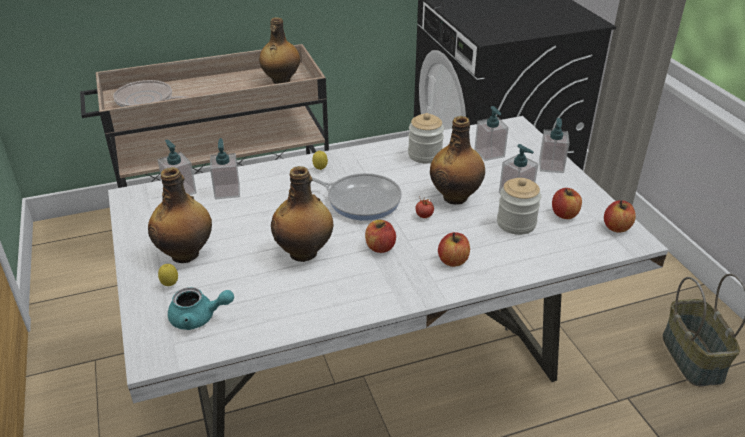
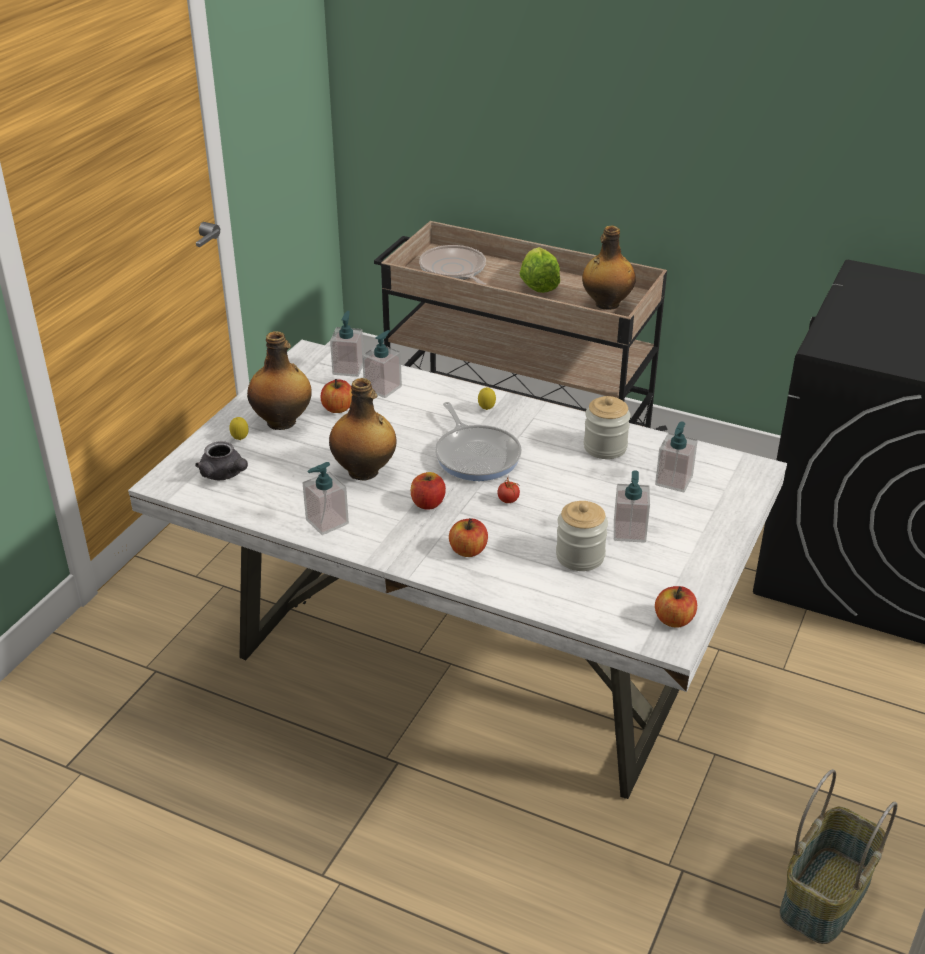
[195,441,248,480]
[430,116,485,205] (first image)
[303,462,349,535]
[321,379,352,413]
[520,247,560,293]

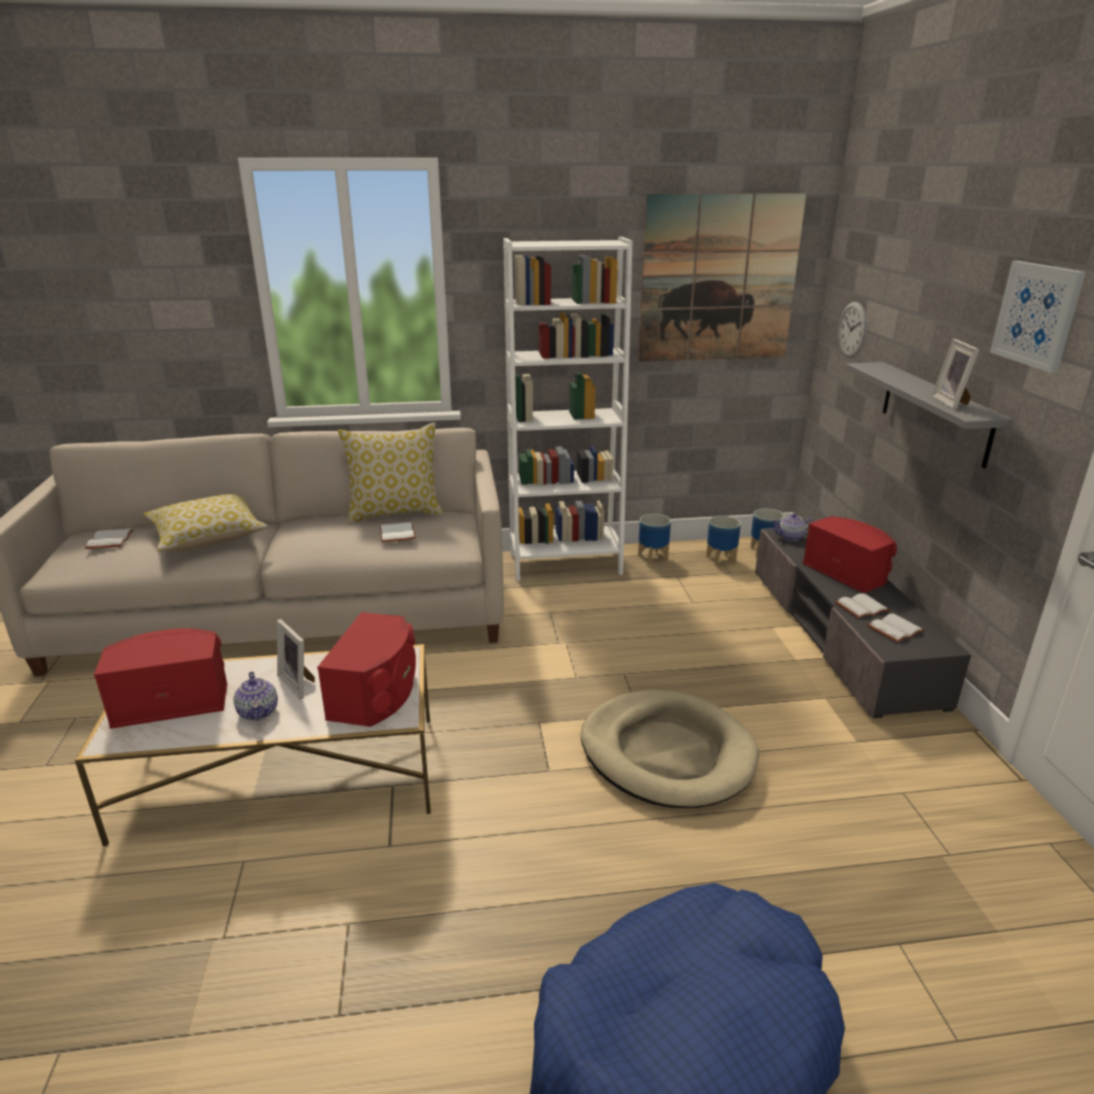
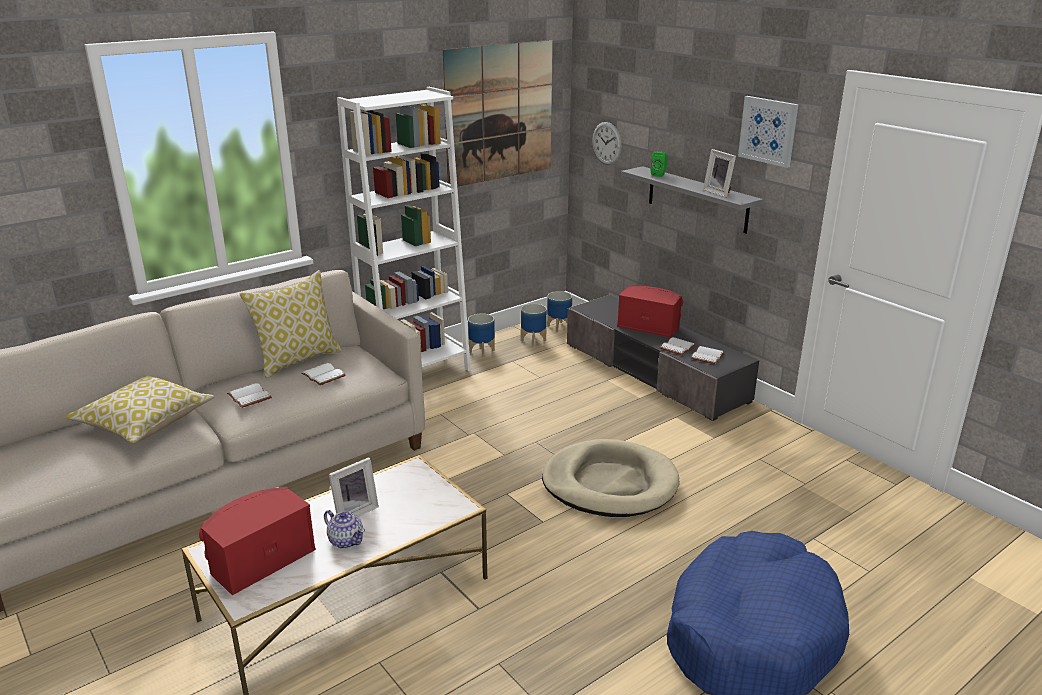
[227,383,272,408]
[329,457,379,517]
[317,612,416,727] (first image)
[772,513,814,541] (first image)
[650,151,668,177]

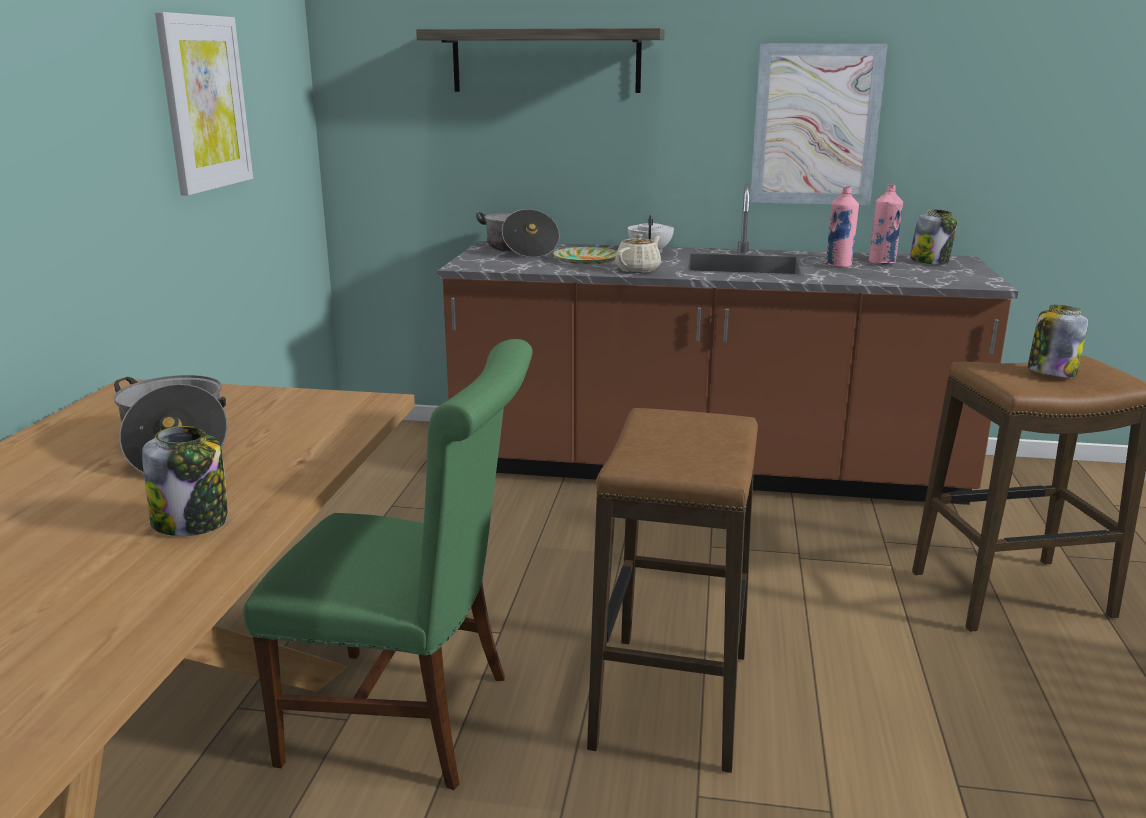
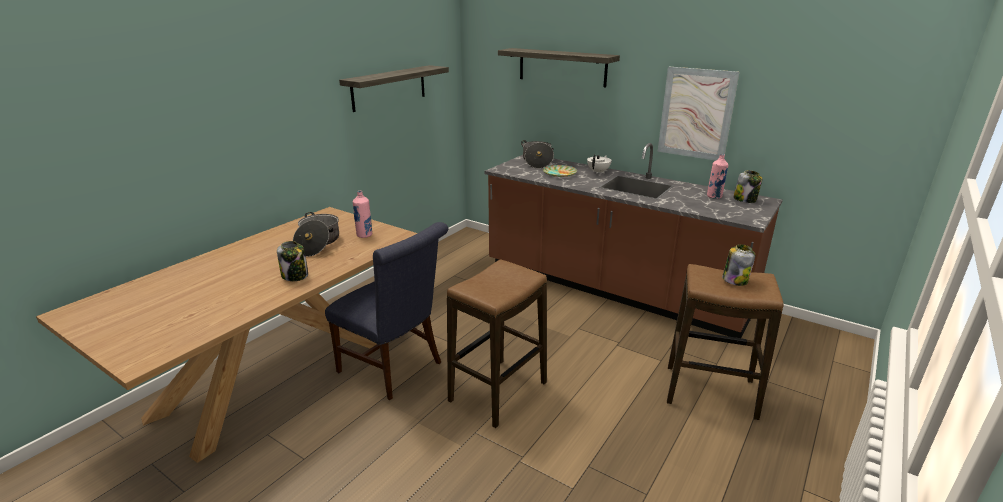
[339,65,449,112]
[325,222,448,400]
[615,234,661,273] (first image)
[353,191,372,238]

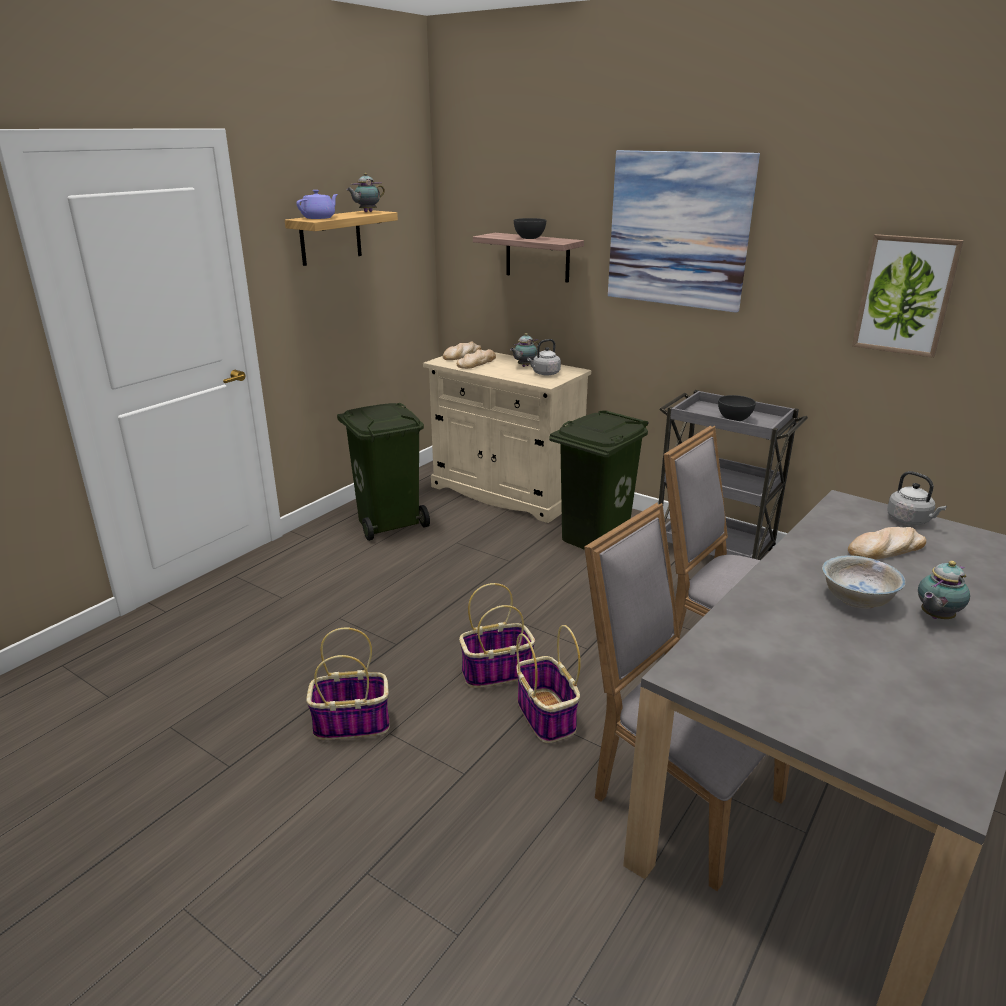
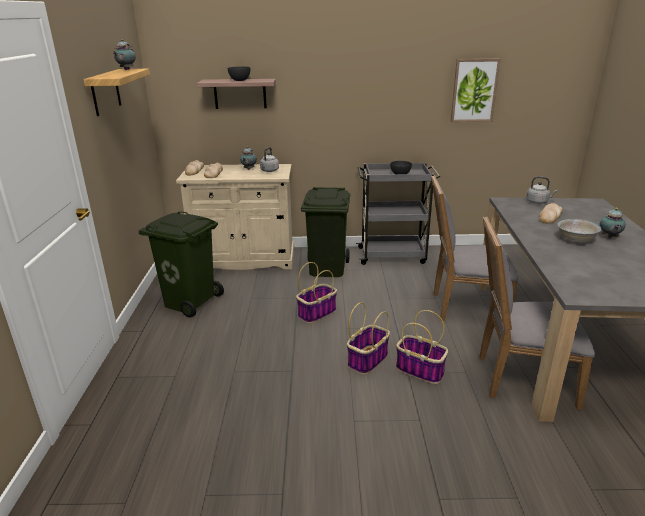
[296,190,338,219] (first image)
[296,262,337,323]
[608,150,760,313] (first image)

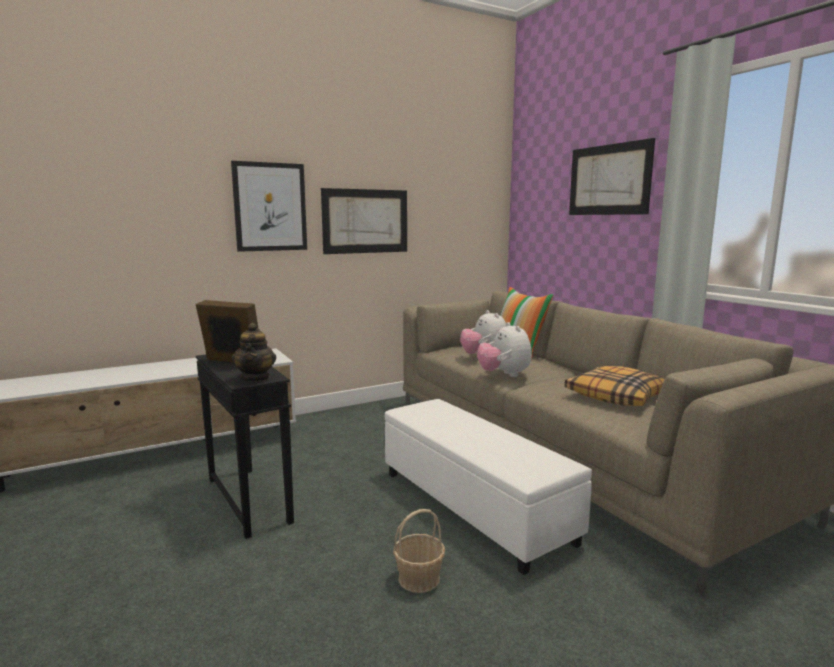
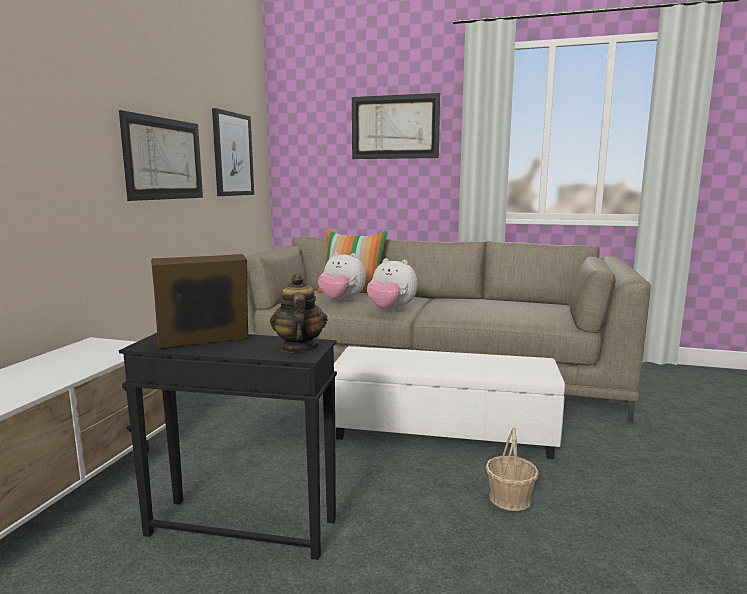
[212,108,254,196]
[270,274,328,353]
[565,366,665,406] (first image)

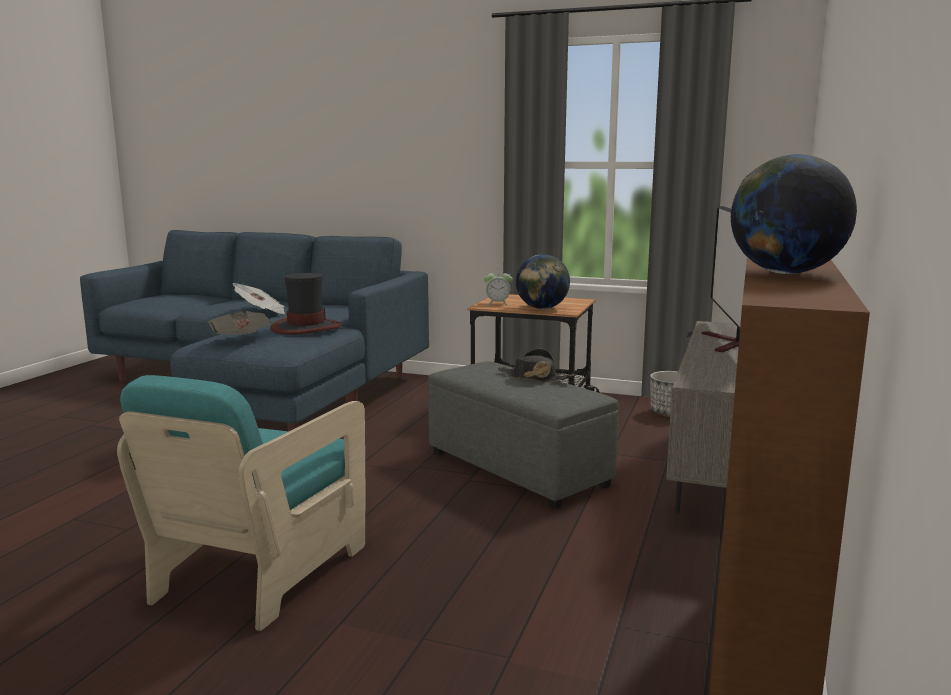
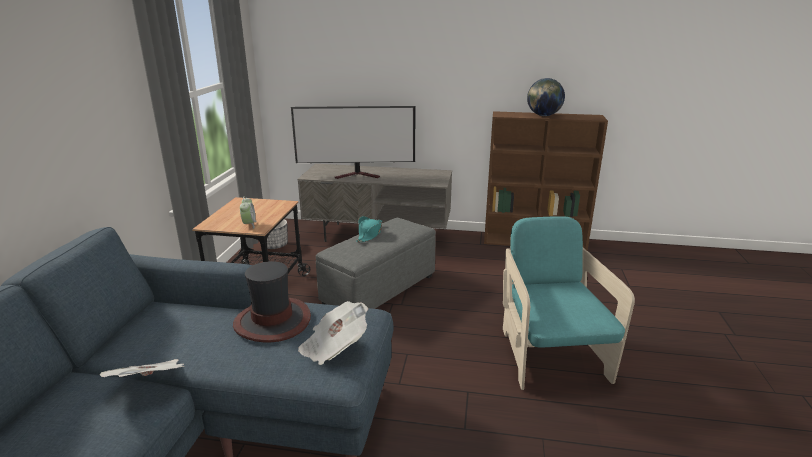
[503,216,635,390]
[356,216,382,242]
[516,254,570,309] (first image)

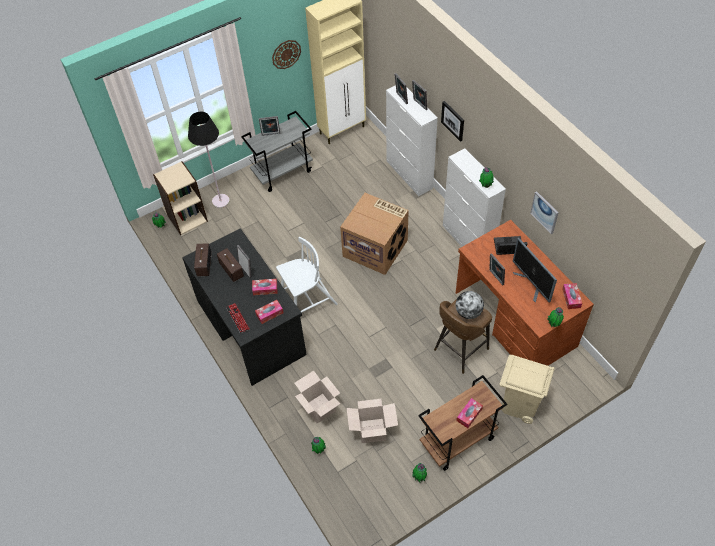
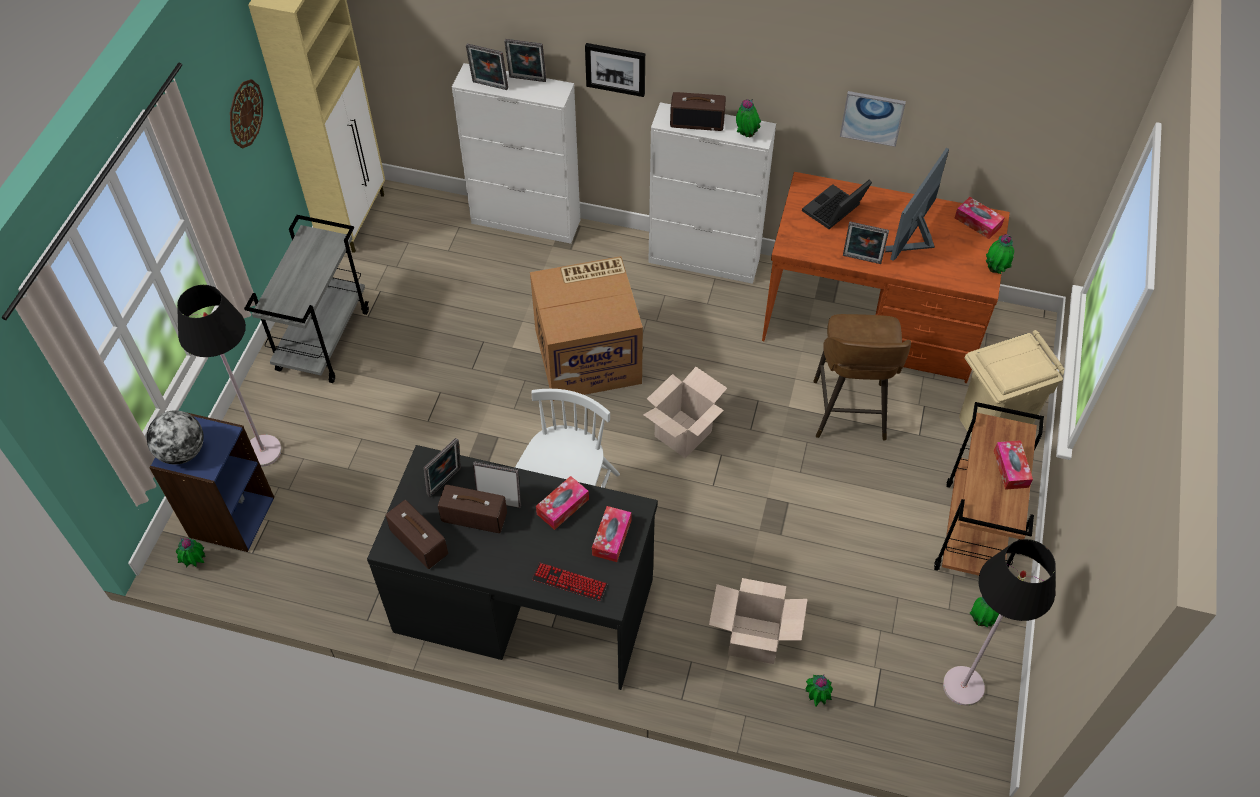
[149,412,274,552]
[424,438,461,497]
[643,367,727,458]
[147,410,204,465]
[885,148,949,260]
[670,92,726,131]
[943,539,1056,706]

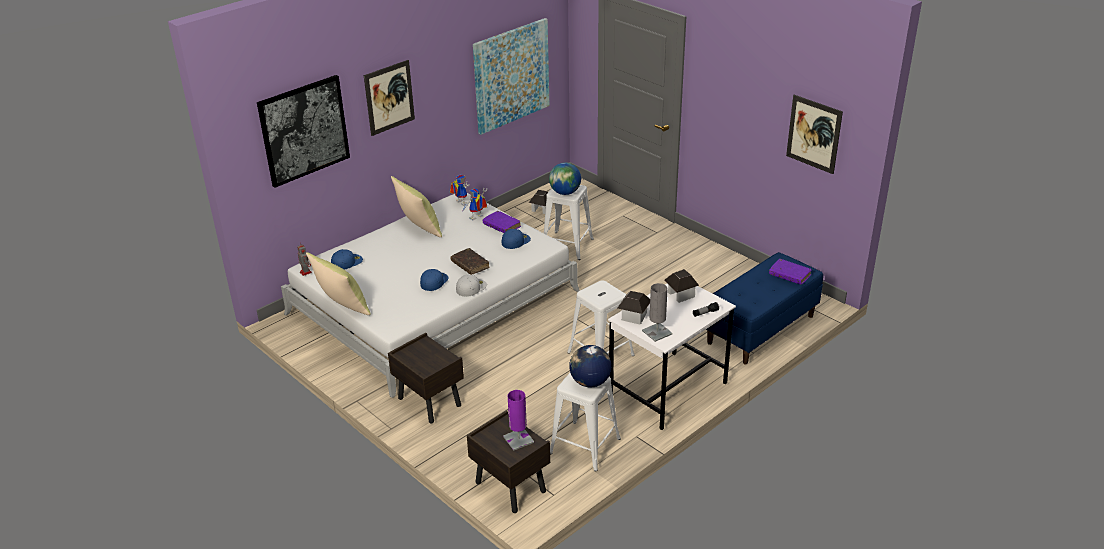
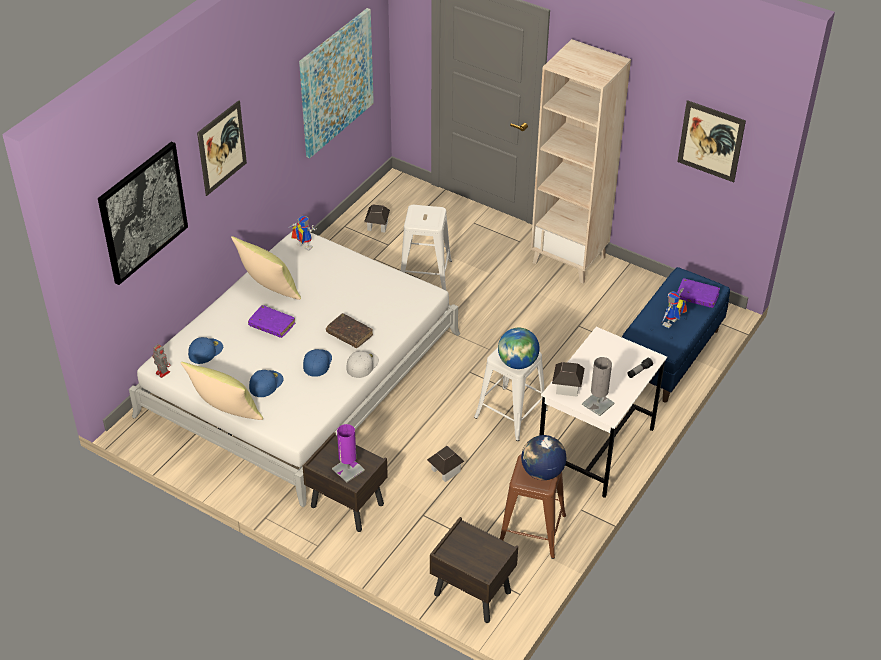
[661,288,687,328]
[248,305,295,338]
[249,370,284,397]
[332,424,365,482]
[498,328,540,369]
[500,454,566,559]
[427,446,464,482]
[531,39,631,283]

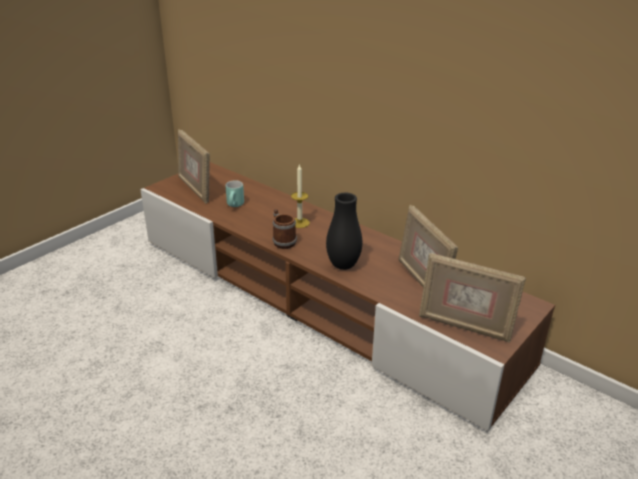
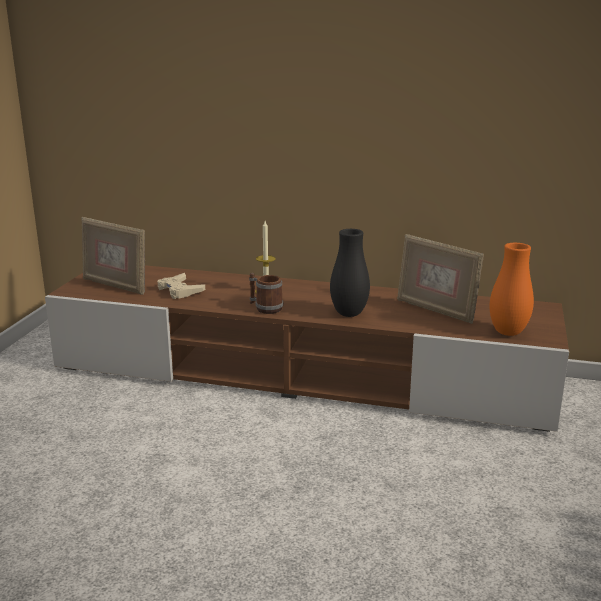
[158,273,205,299]
[490,243,534,336]

